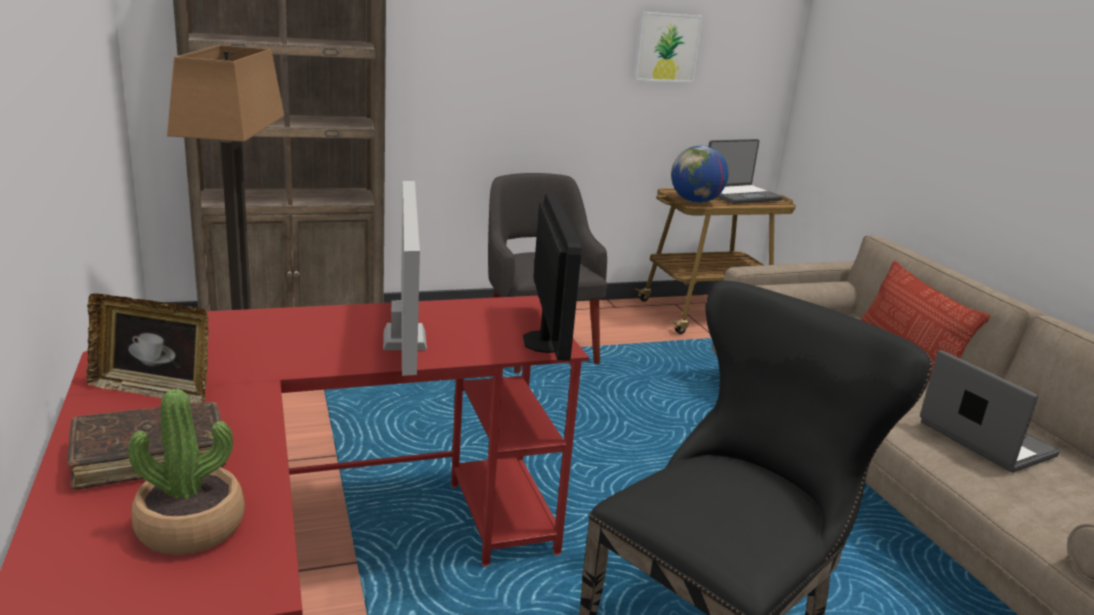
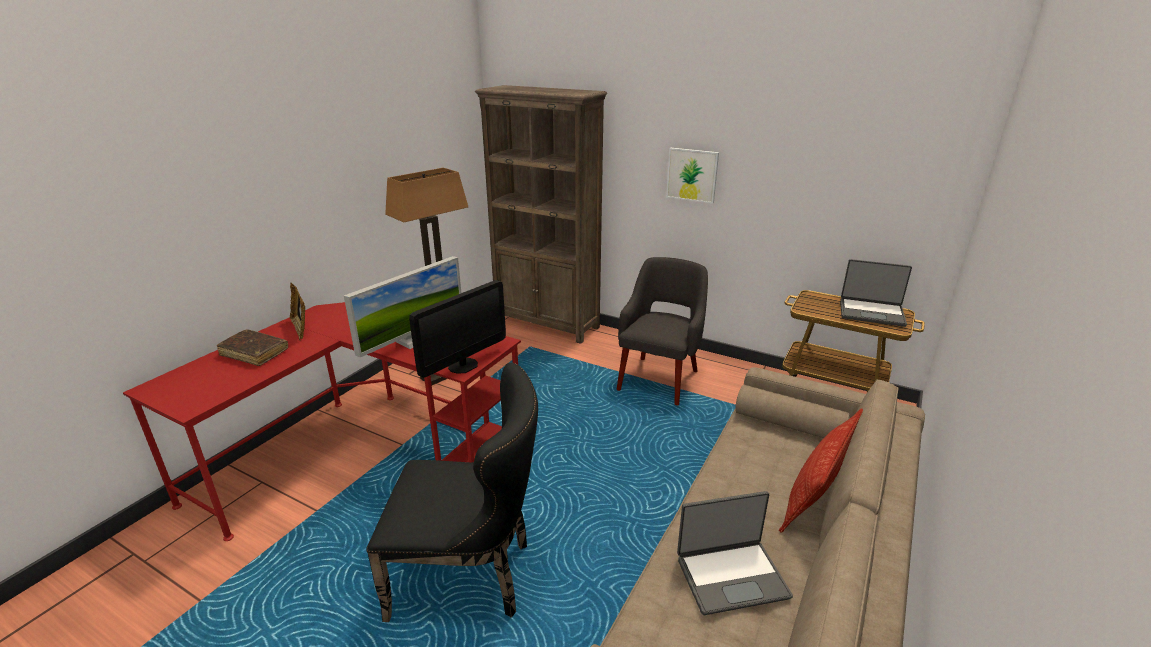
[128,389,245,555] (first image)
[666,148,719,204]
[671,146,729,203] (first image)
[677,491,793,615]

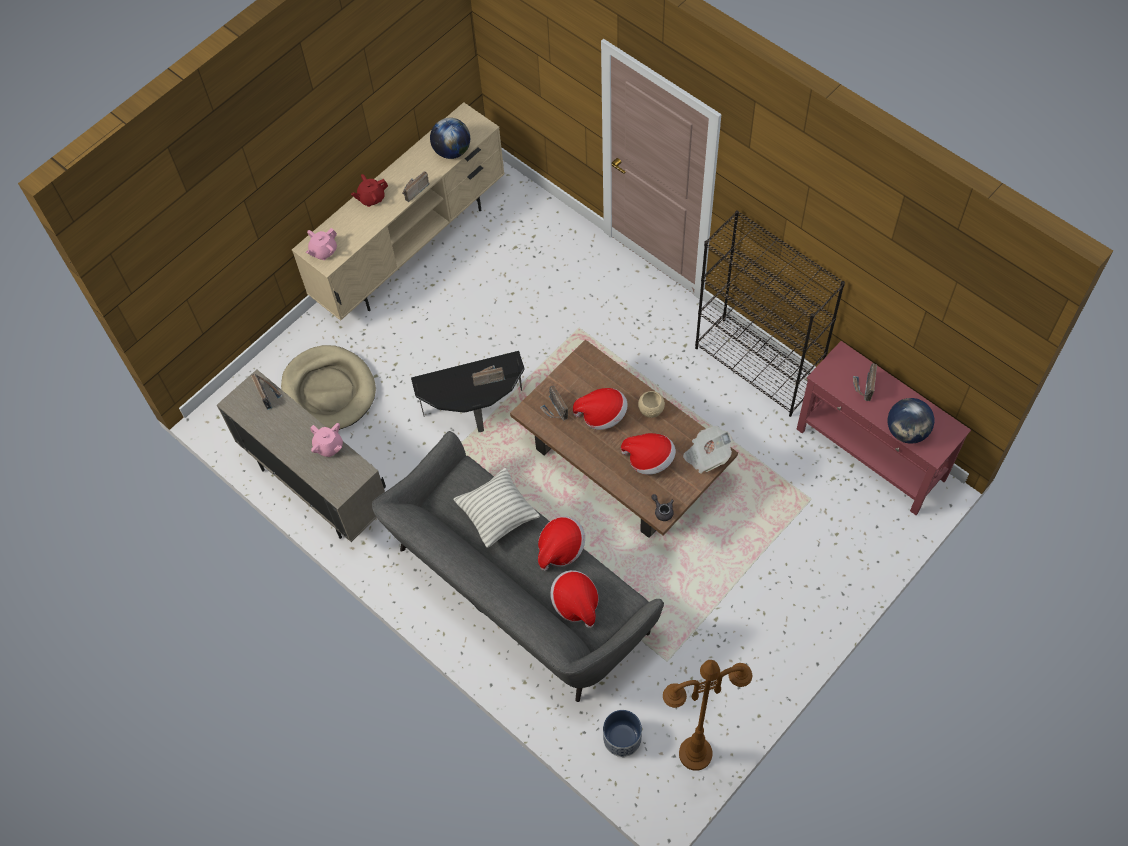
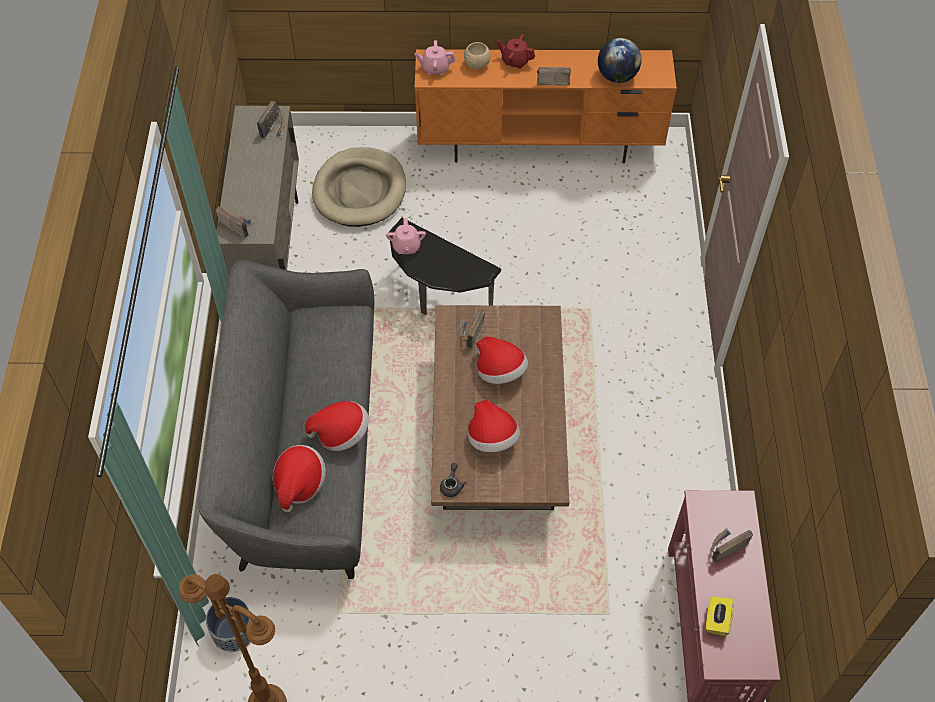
[415,49,677,164]
[386,218,426,254]
[454,468,540,548] (first image)
[216,206,253,238]
[464,42,490,69]
[683,426,732,474] (first image)
[695,210,845,417] (first image)
[706,596,734,636]

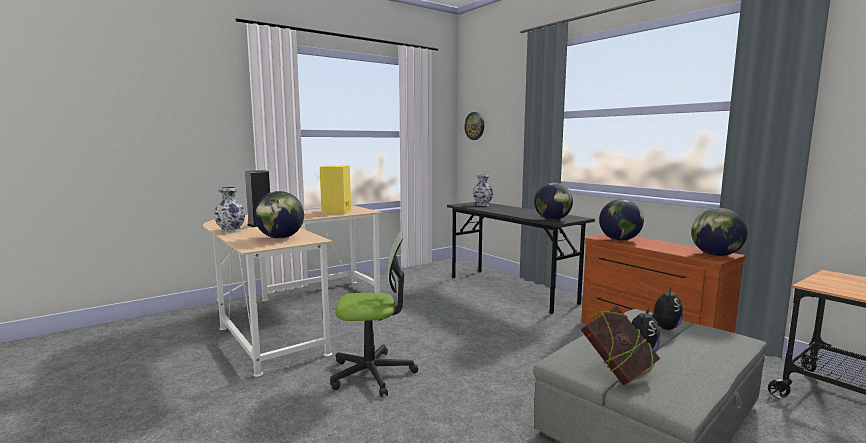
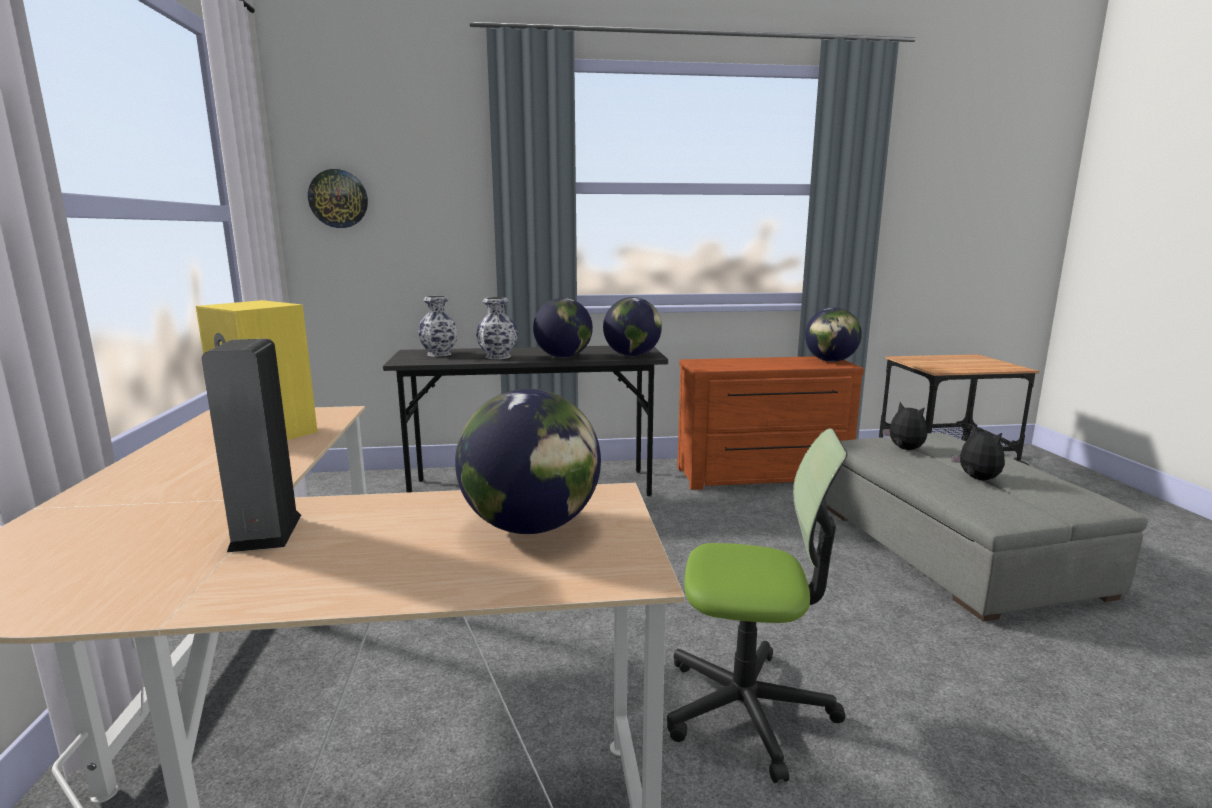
[476,297,518,359]
[667,429,847,783]
[581,306,660,386] (first image)
[533,298,593,358]

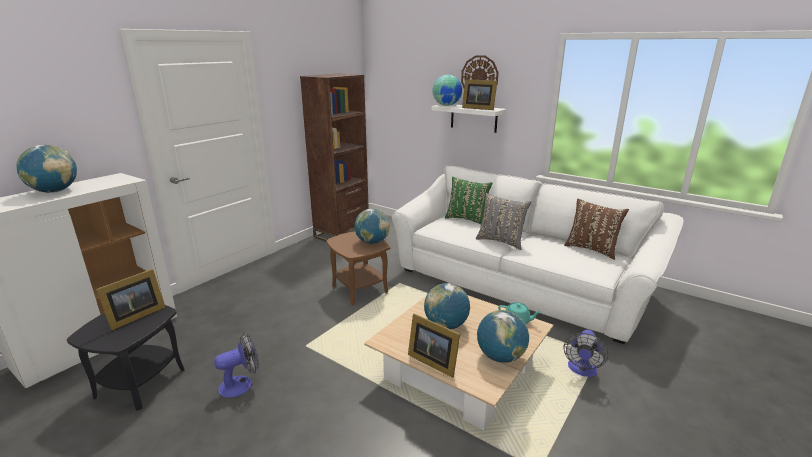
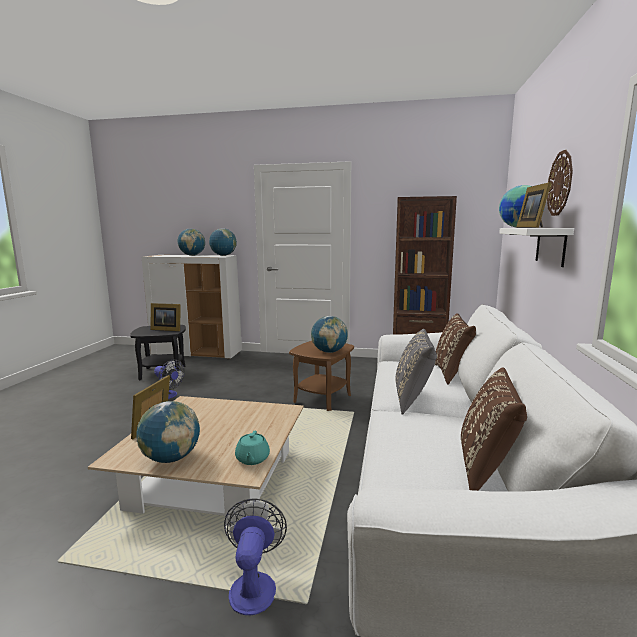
[209,228,237,256]
[435,313,476,385]
[224,498,287,615]

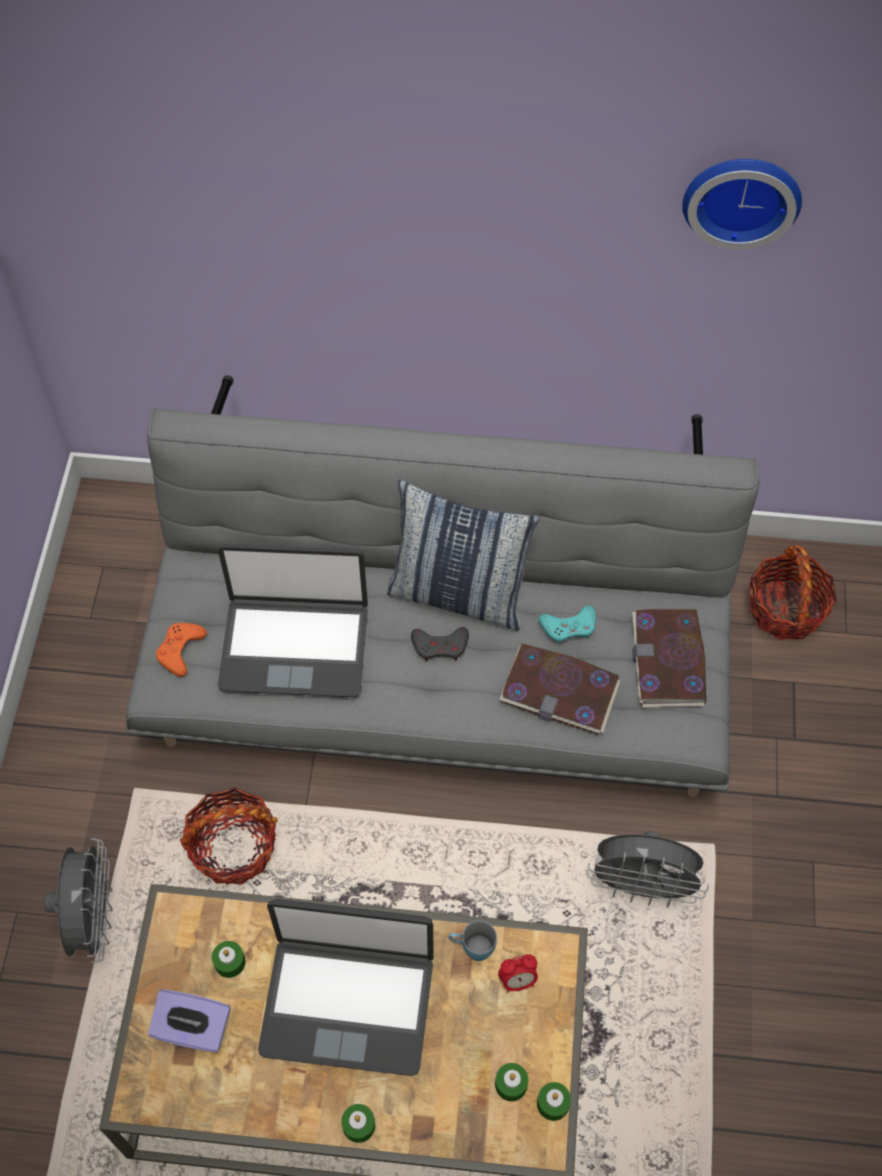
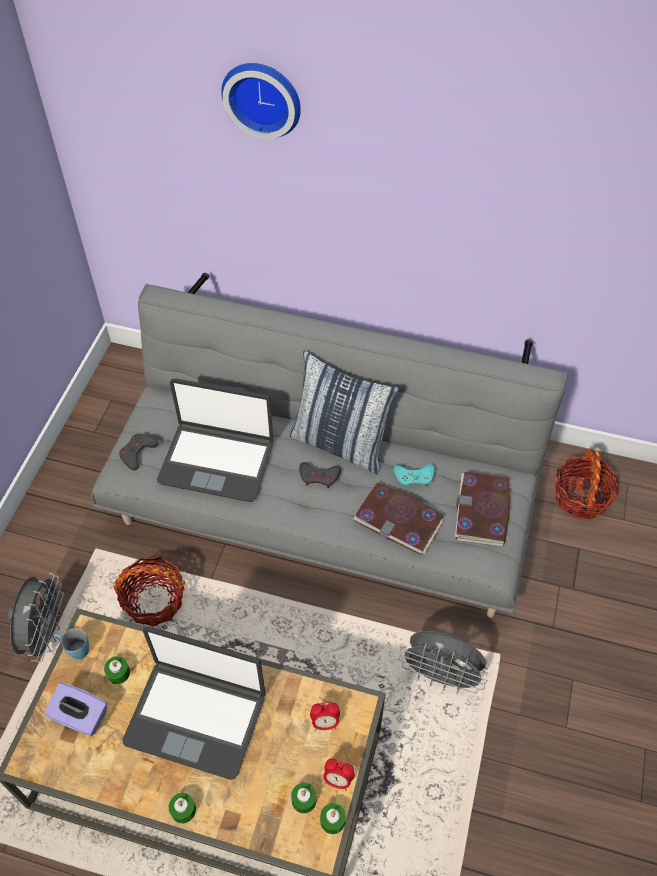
[119,434,158,470]
[54,628,89,659]
[221,63,301,139]
[324,758,355,790]

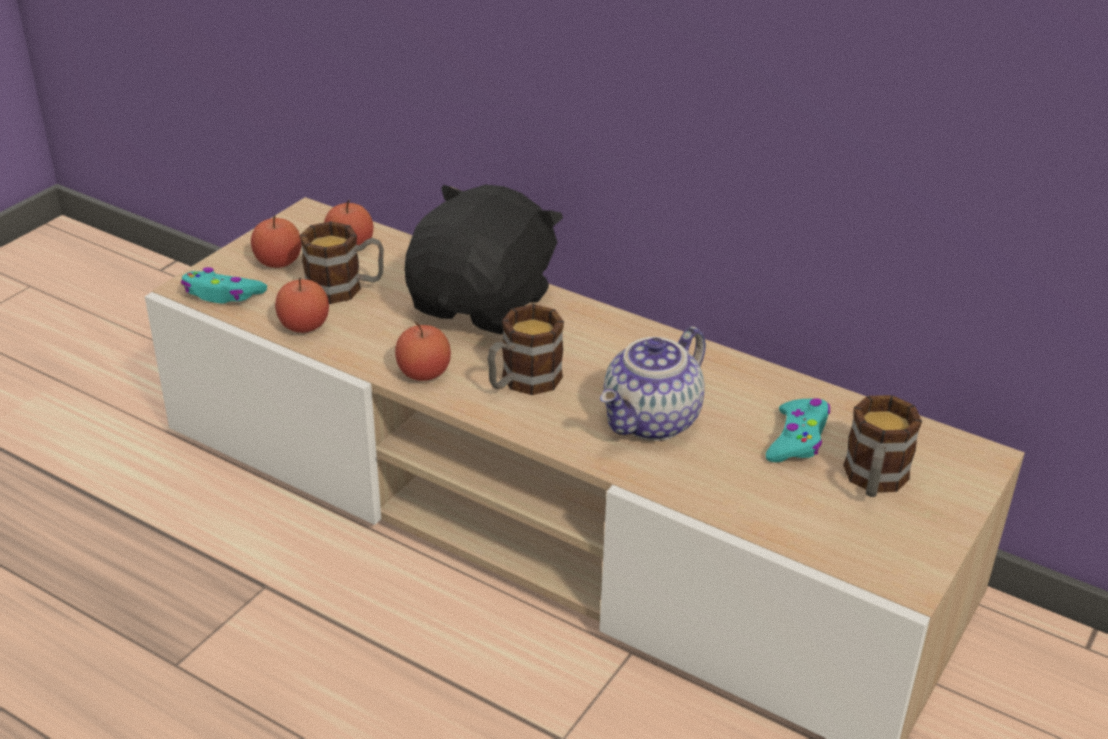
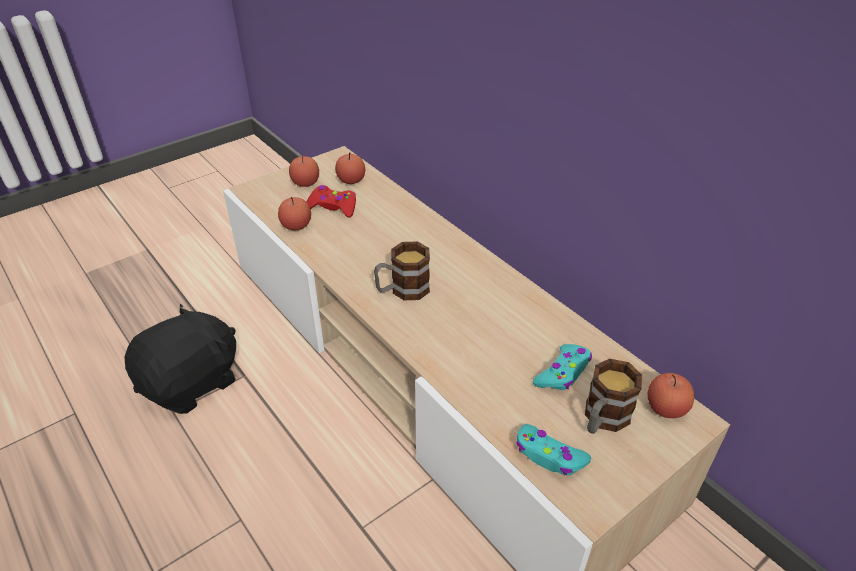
[516,424,591,476]
[307,185,356,217]
[647,373,694,418]
[124,304,236,414]
[600,326,706,441] (first image)

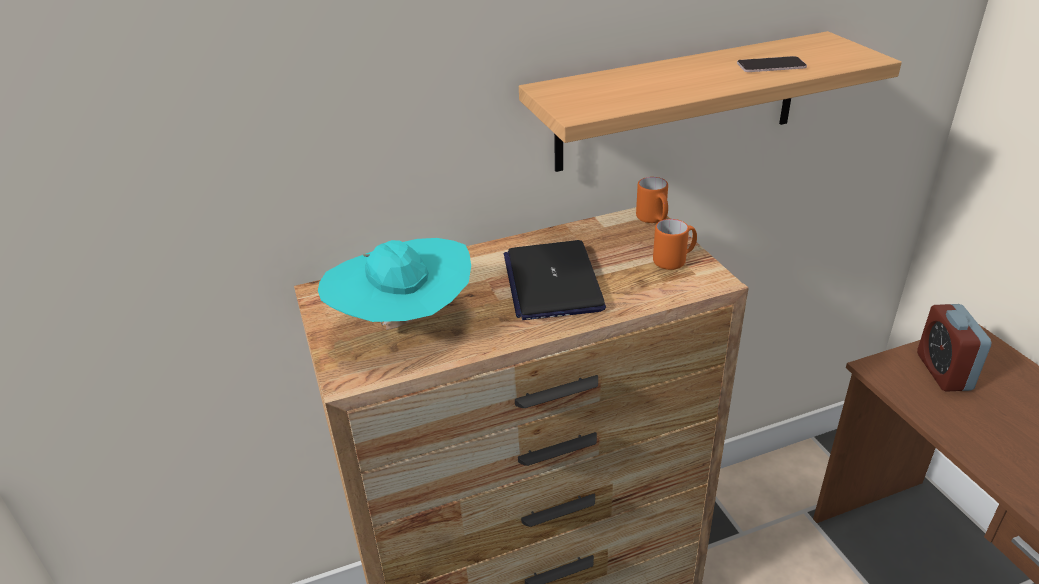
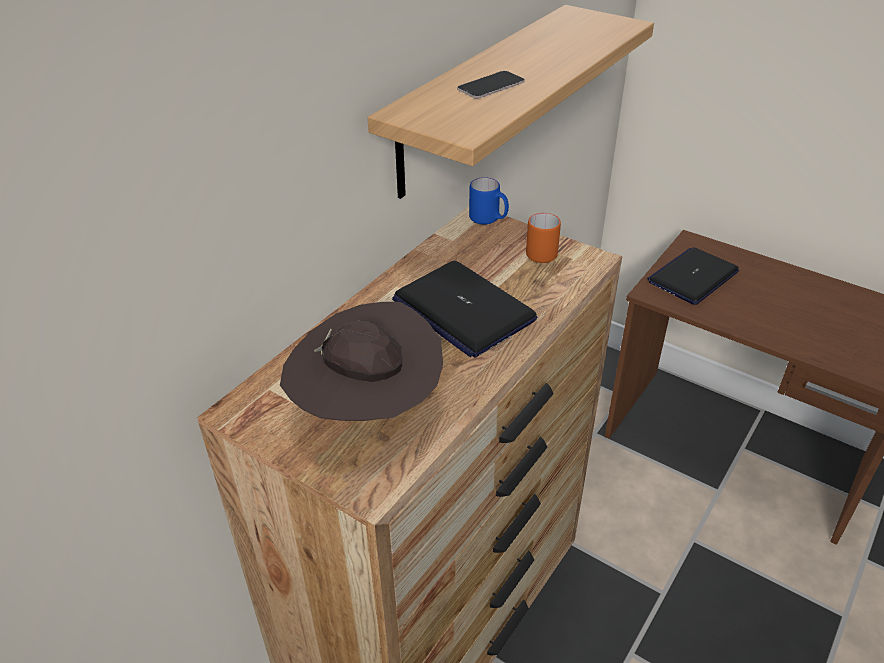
[280,302,443,422]
[469,177,509,225]
[457,71,525,99]
[647,247,739,305]

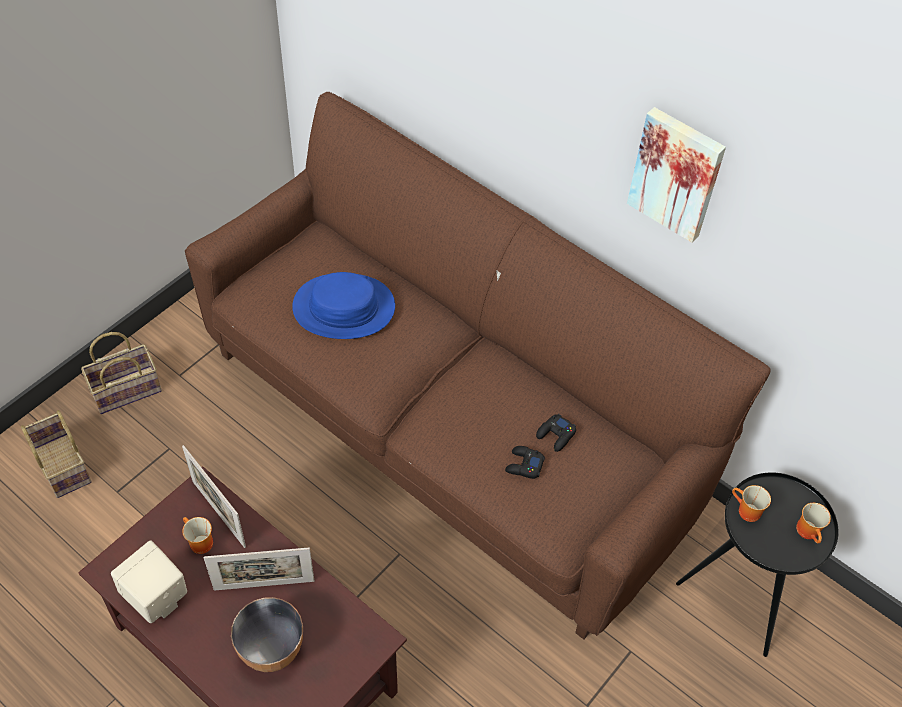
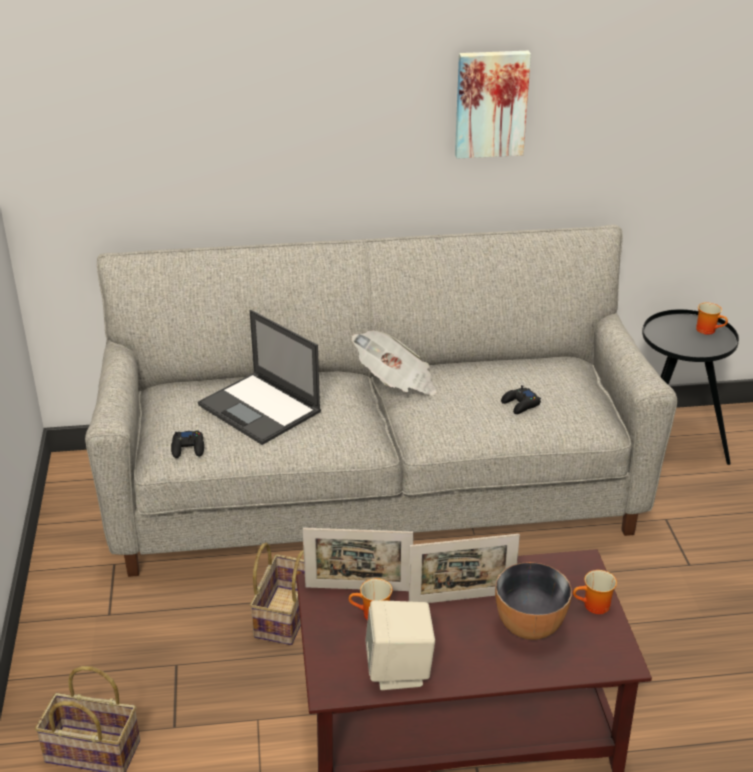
[250,543,305,645]
[85,224,677,577]
[409,534,520,603]
[198,310,321,445]
[171,430,204,458]
[573,570,617,614]
[352,331,437,395]

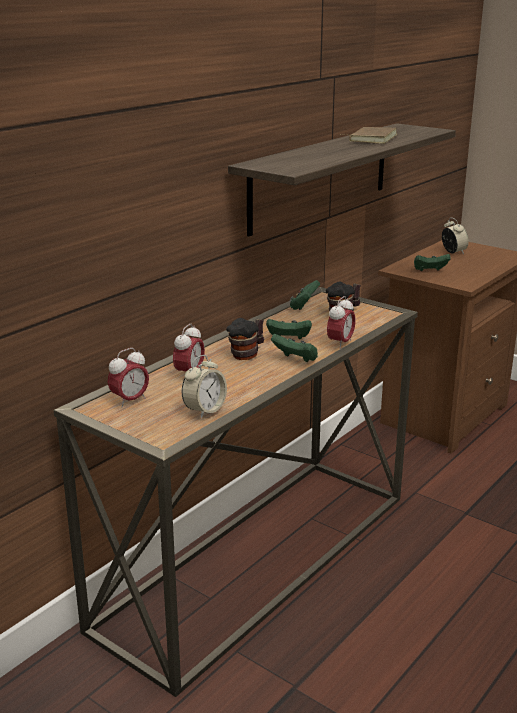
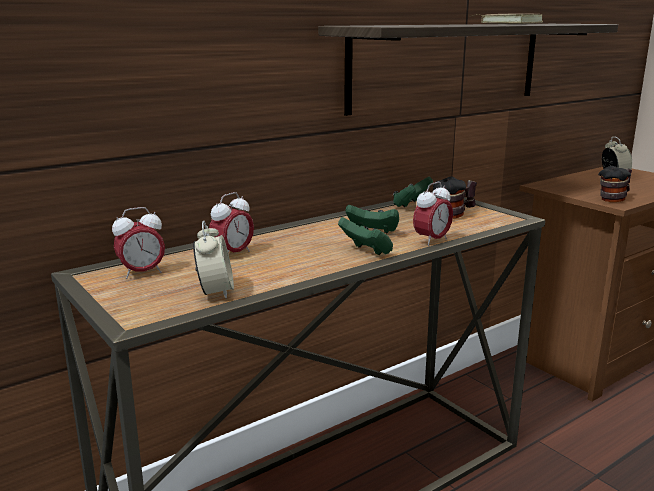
[193,221,234,299]
[598,166,632,202]
[414,254,451,271] (first image)

